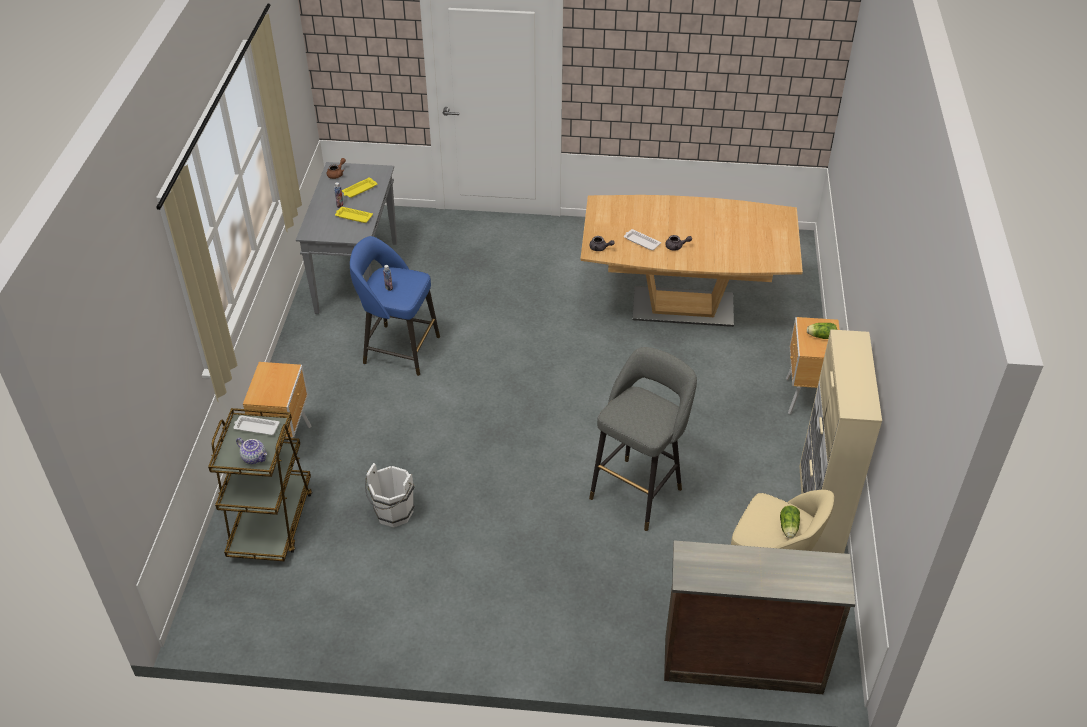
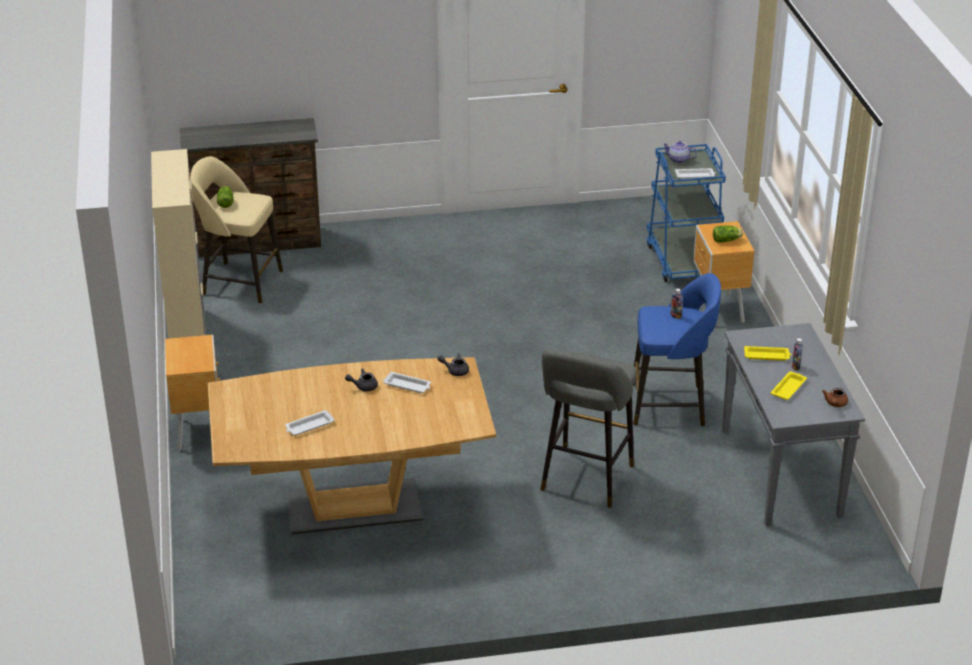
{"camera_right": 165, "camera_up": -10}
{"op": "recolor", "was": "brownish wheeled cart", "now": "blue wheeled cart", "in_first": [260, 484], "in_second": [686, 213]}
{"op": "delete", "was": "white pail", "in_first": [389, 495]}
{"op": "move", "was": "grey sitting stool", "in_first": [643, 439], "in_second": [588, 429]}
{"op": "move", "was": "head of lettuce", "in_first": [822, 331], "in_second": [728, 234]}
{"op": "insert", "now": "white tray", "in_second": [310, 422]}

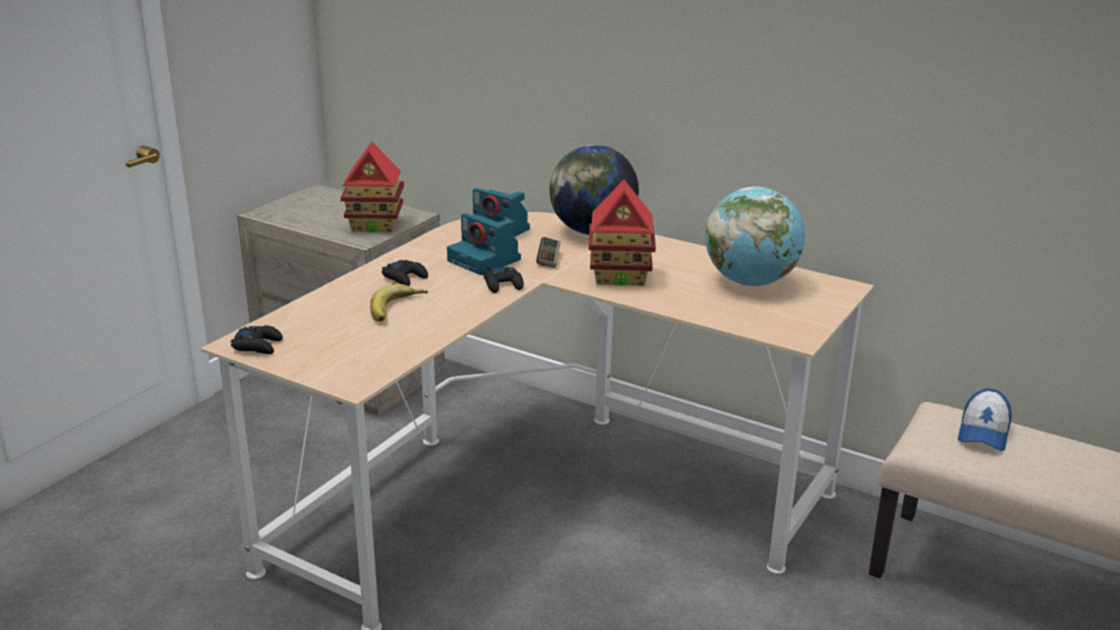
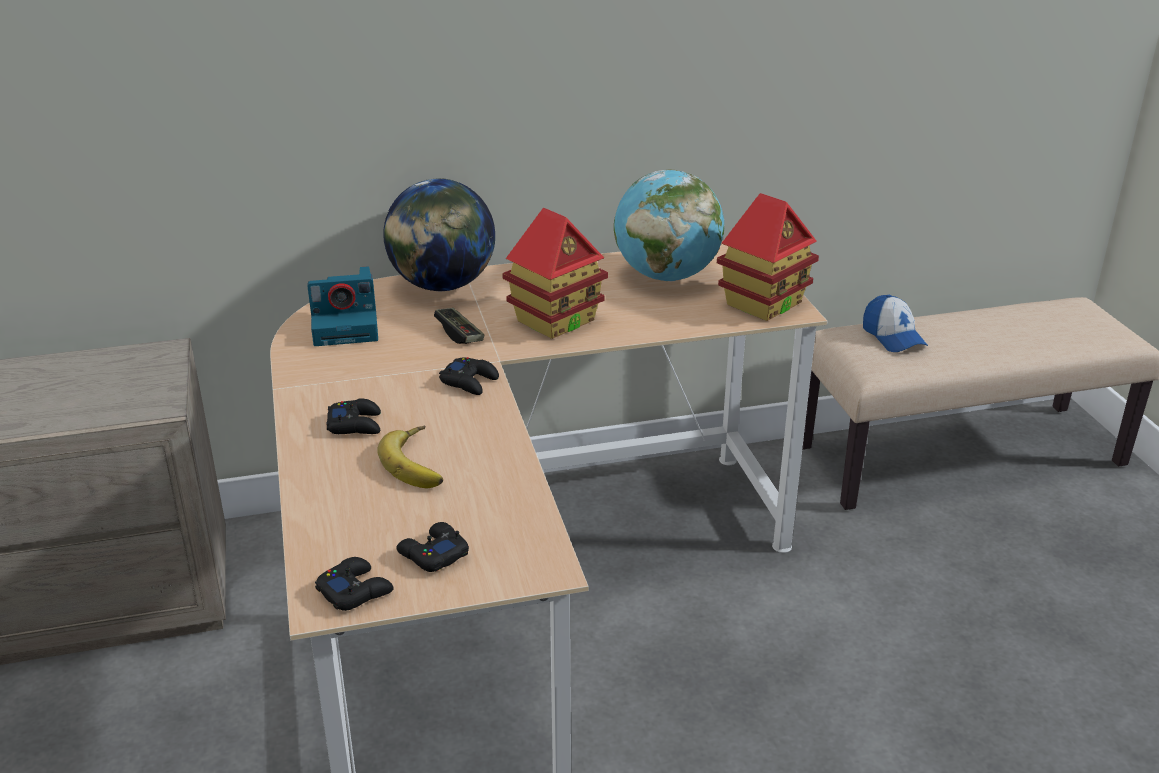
{"camera_right": -45, "camera_up": 5}
{"op": "move", "was": "model house", "in_first": [372, 187], "in_second": [768, 257]}
{"op": "delete", "was": "photo camera", "in_first": [484, 244]}
{"op": "insert", "now": "black game controller", "in_second": [433, 547]}

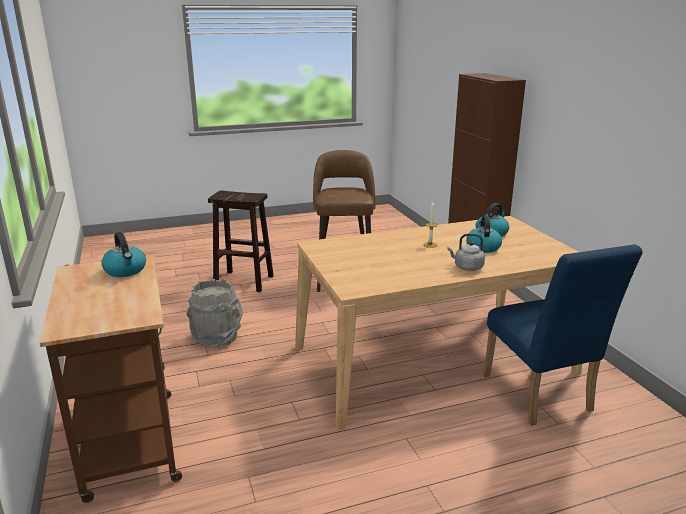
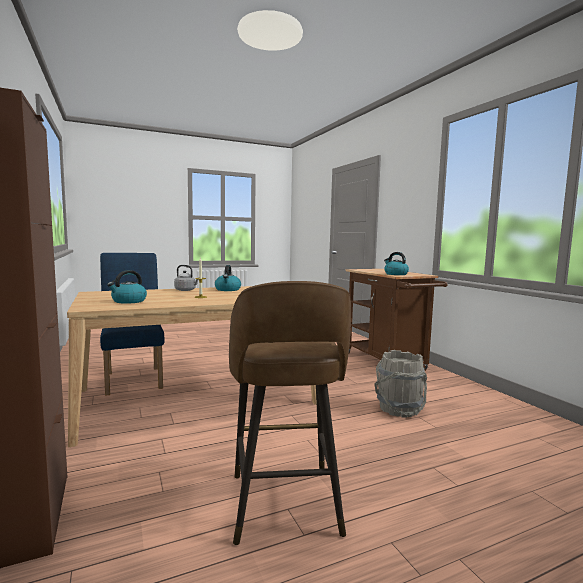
{"camera_right": 175, "camera_up": -15}
{"op": "delete", "was": "brownish sitting stool", "in_first": [241, 241]}
{"op": "move", "was": "kettle", "in_first": [484, 234], "in_second": [228, 278]}

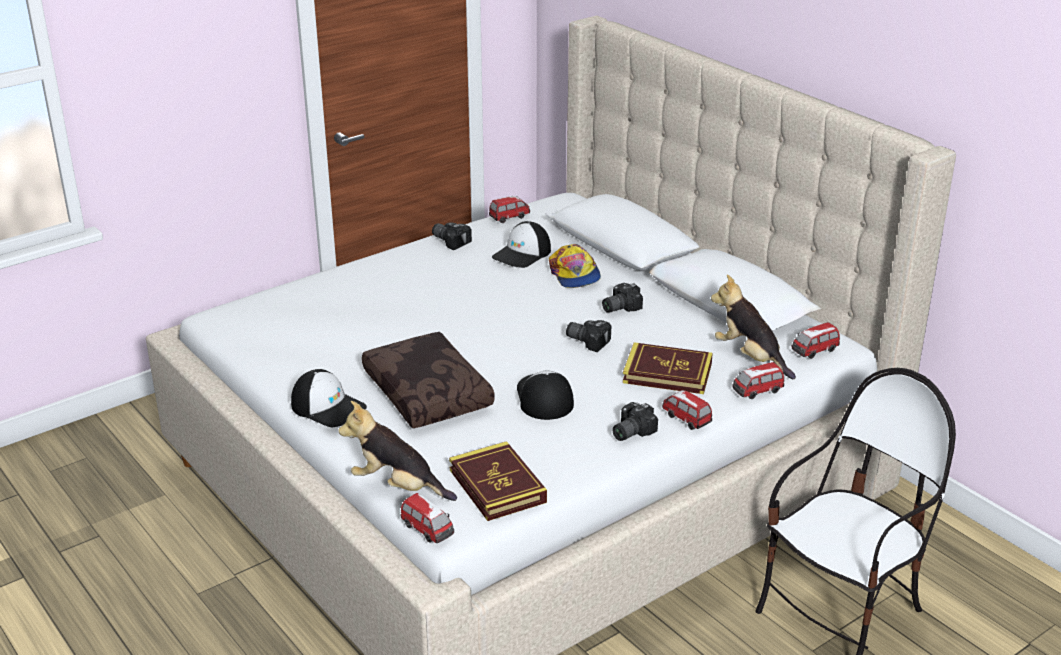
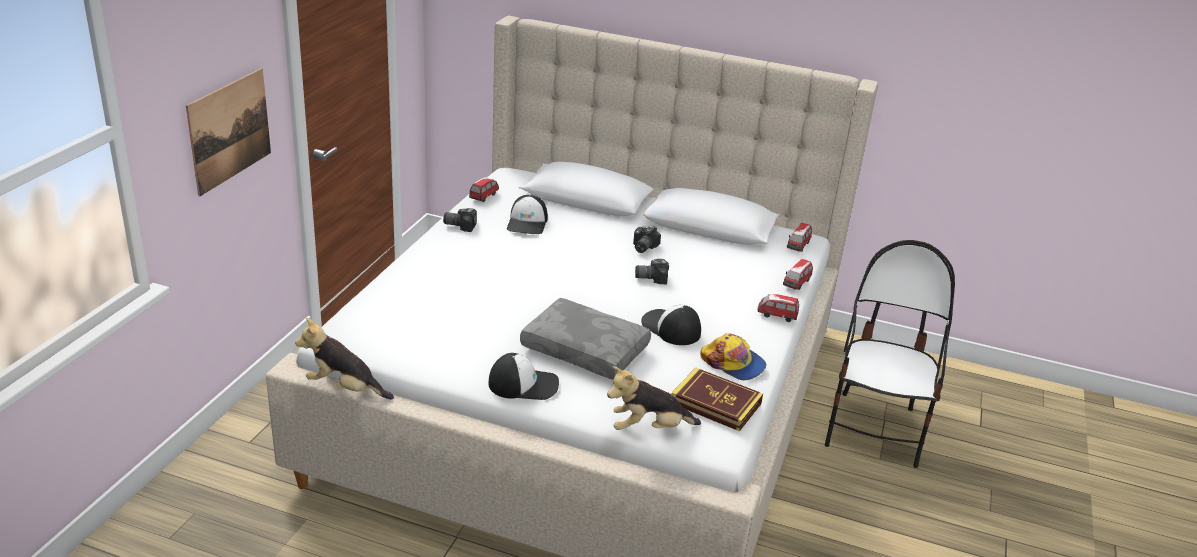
{"camera_right": -35, "camera_up": 0}
{"op": "recolor", "was": "brownish pillow", "now": "grey pillow", "in_first": [428, 380], "in_second": [585, 339]}
{"op": "delete", "was": "miniature car", "in_first": [427, 518]}
{"op": "move", "was": "baseball cap", "in_first": [575, 266], "in_second": [733, 356]}
{"op": "delete", "was": "photo camera", "in_first": [635, 421]}
{"op": "delete", "was": "book", "in_first": [668, 368]}
{"op": "move", "was": "plush toy", "in_first": [753, 326], "in_second": [344, 358]}
{"op": "insert", "now": "wall art", "in_second": [228, 132]}

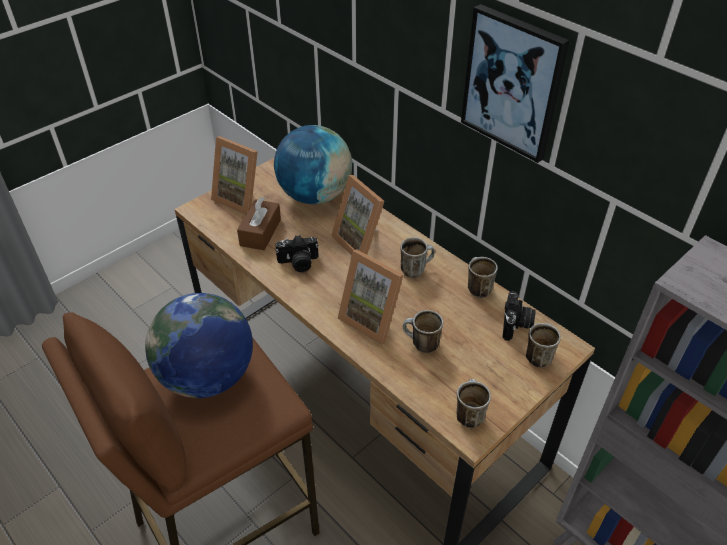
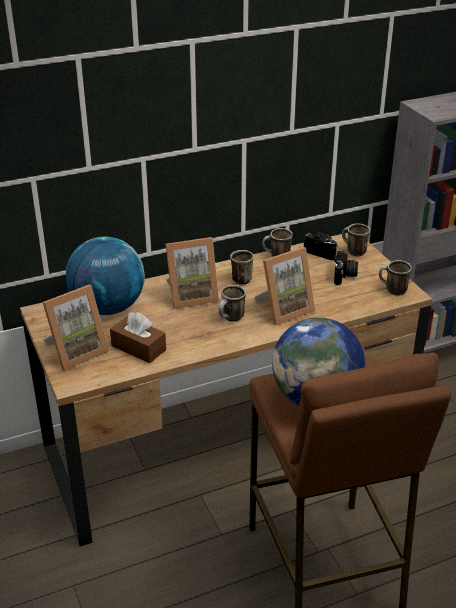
{"camera_right": -70, "camera_up": -10}
{"op": "move", "was": "photo camera", "in_first": [297, 253], "in_second": [345, 267]}
{"op": "move", "was": "mug", "in_first": [423, 331], "in_second": [232, 303]}
{"op": "delete", "was": "wall art", "in_first": [515, 83]}

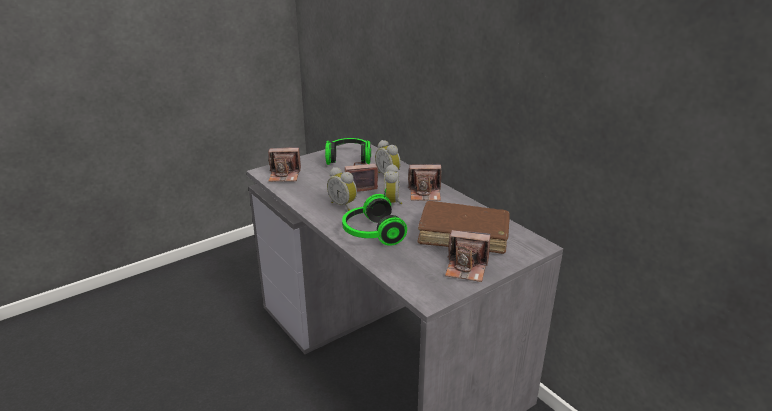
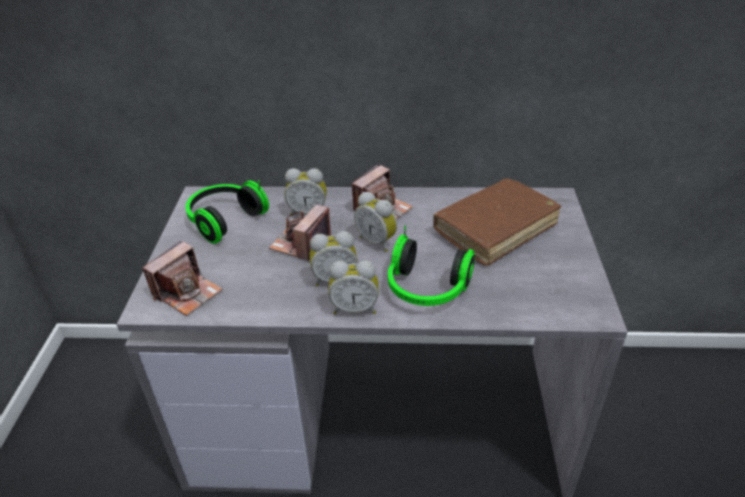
{"camera_right": -50, "camera_up": 10}
{"op": "delete", "was": "photo camera", "in_first": [468, 256]}
{"op": "insert", "now": "alarm clock", "in_second": [353, 287]}

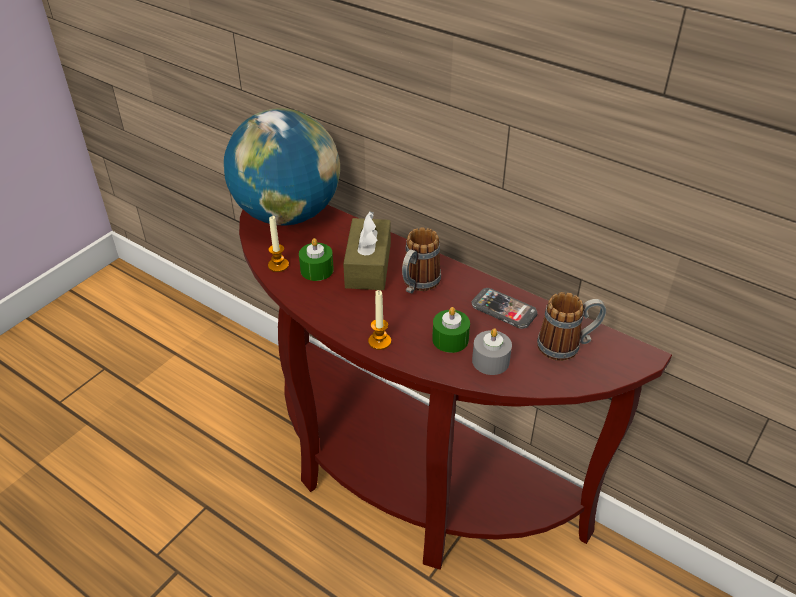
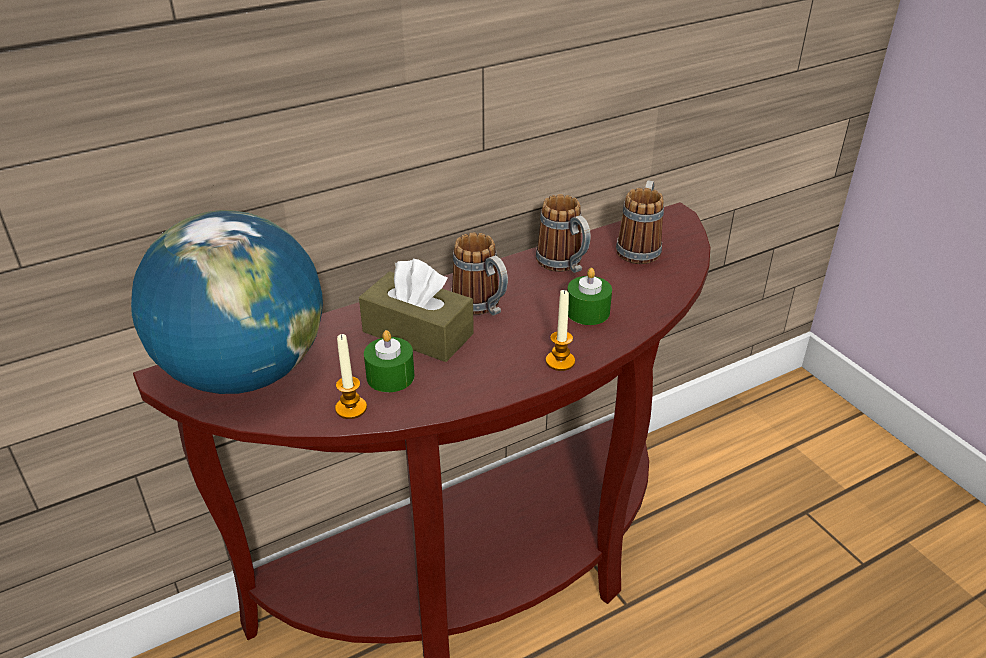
{"camera_right": -65, "camera_up": -5}
{"op": "replace", "was": "telephone", "now": "mug", "in_first": [505, 308], "in_second": [563, 233]}
{"op": "delete", "was": "grey wax light", "in_first": [492, 351]}

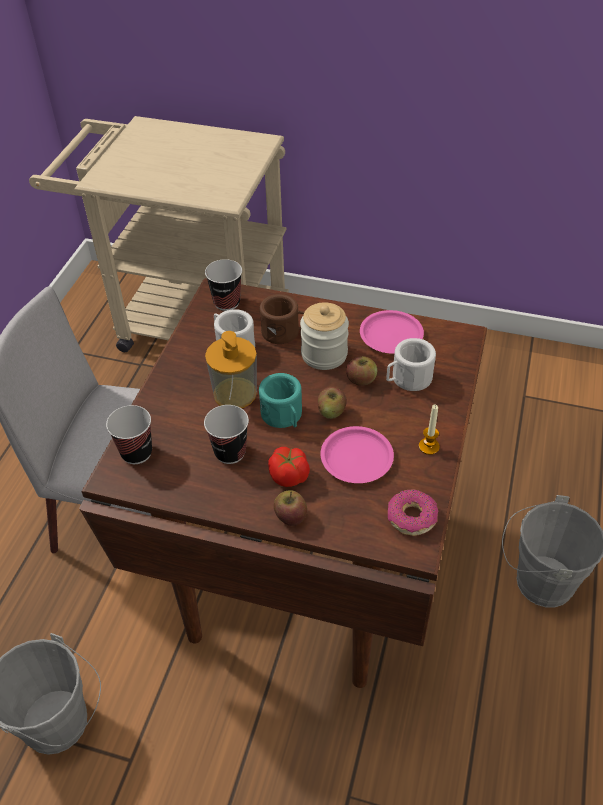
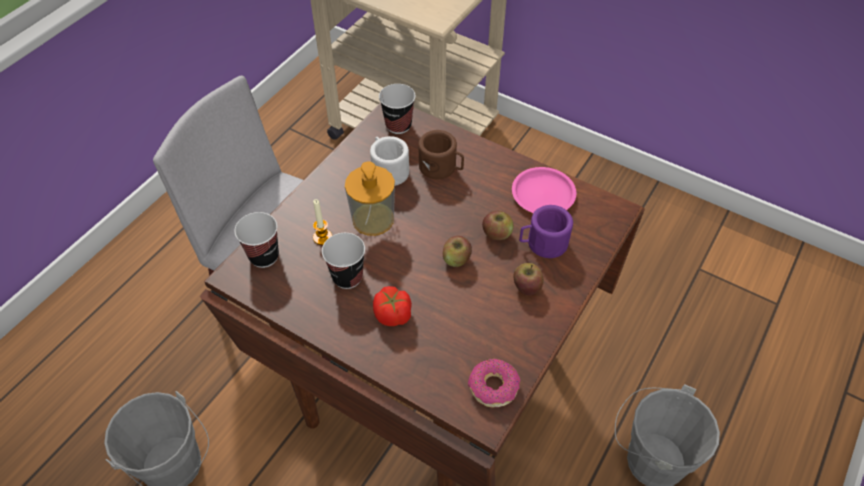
{"camera_right": 15, "camera_up": 5}
{"op": "delete", "was": "turquoise mug", "in_first": [280, 400]}
{"op": "move", "was": "whole apple", "in_first": [290, 508], "in_second": [528, 279]}
{"op": "delete", "was": "storage jar", "in_first": [324, 336]}
{"op": "delete", "was": "pinkish plate", "in_first": [357, 454]}
{"op": "recolor", "was": "white mug", "now": "purplish mug", "in_first": [411, 364], "in_second": [546, 231]}
{"op": "move", "was": "wax light", "in_first": [429, 429], "in_second": [322, 222]}

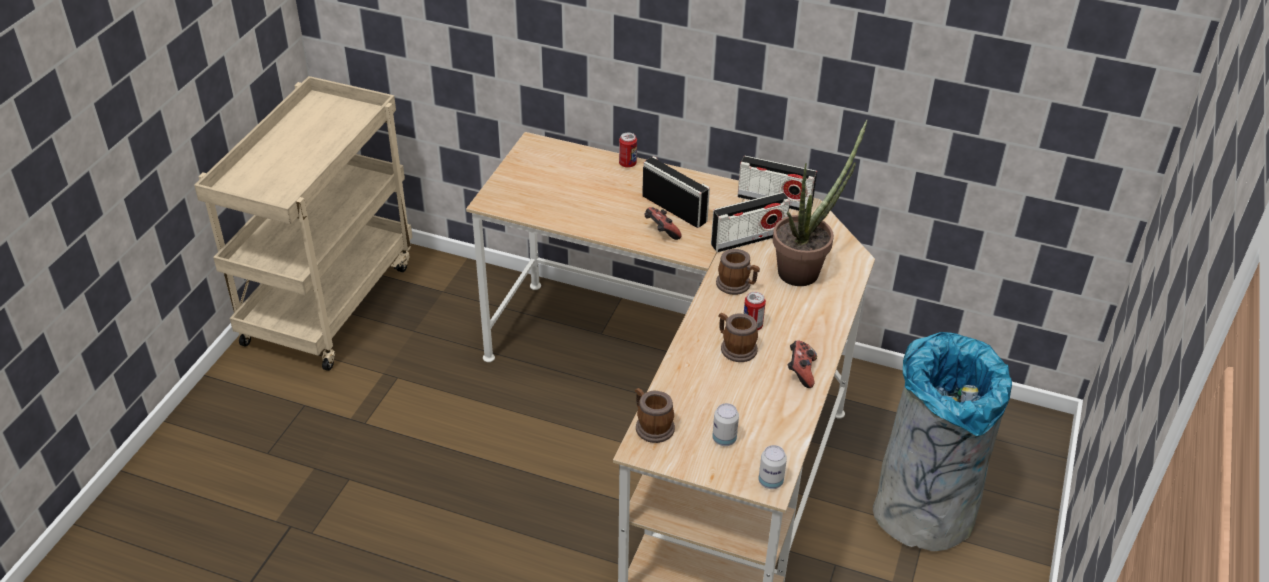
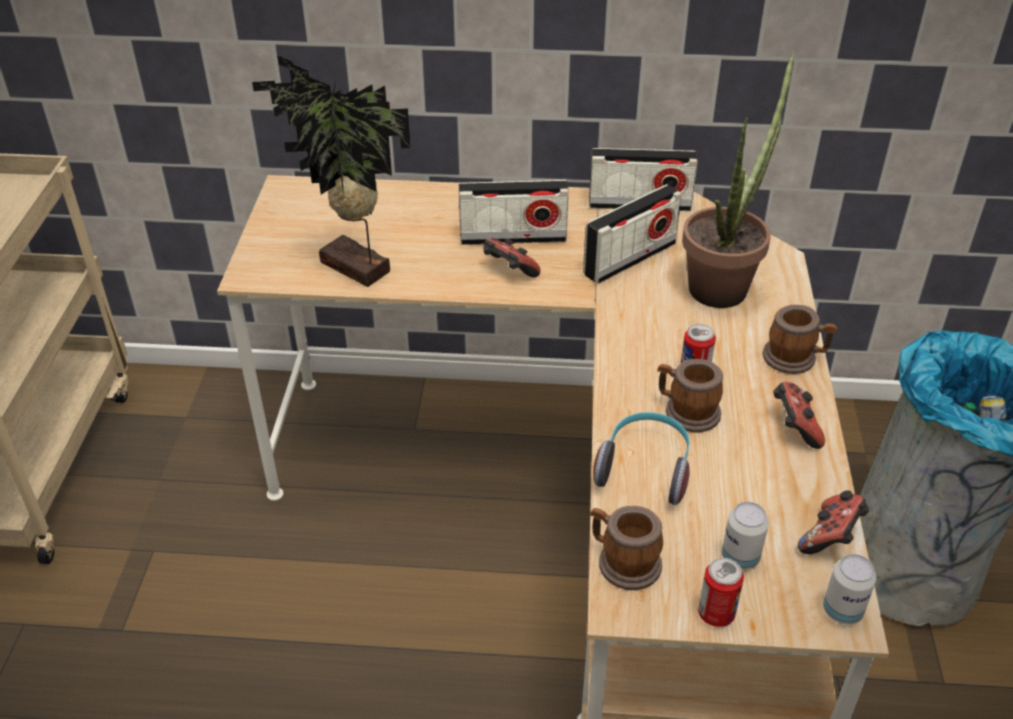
{"camera_right": -15, "camera_up": 0}
{"op": "move", "was": "can", "in_first": [628, 150], "in_second": [721, 592]}
{"op": "rotate", "was": "radio receiver", "in_first": [676, 192], "in_second": [514, 212], "clockwise": 150}
{"op": "move", "was": "mug", "in_first": [738, 272], "in_second": [800, 339]}
{"op": "insert", "now": "houseplant", "in_second": [331, 171]}
{"op": "insert", "now": "headset", "in_second": [641, 458]}
{"op": "insert", "now": "game controller", "in_second": [834, 522]}

